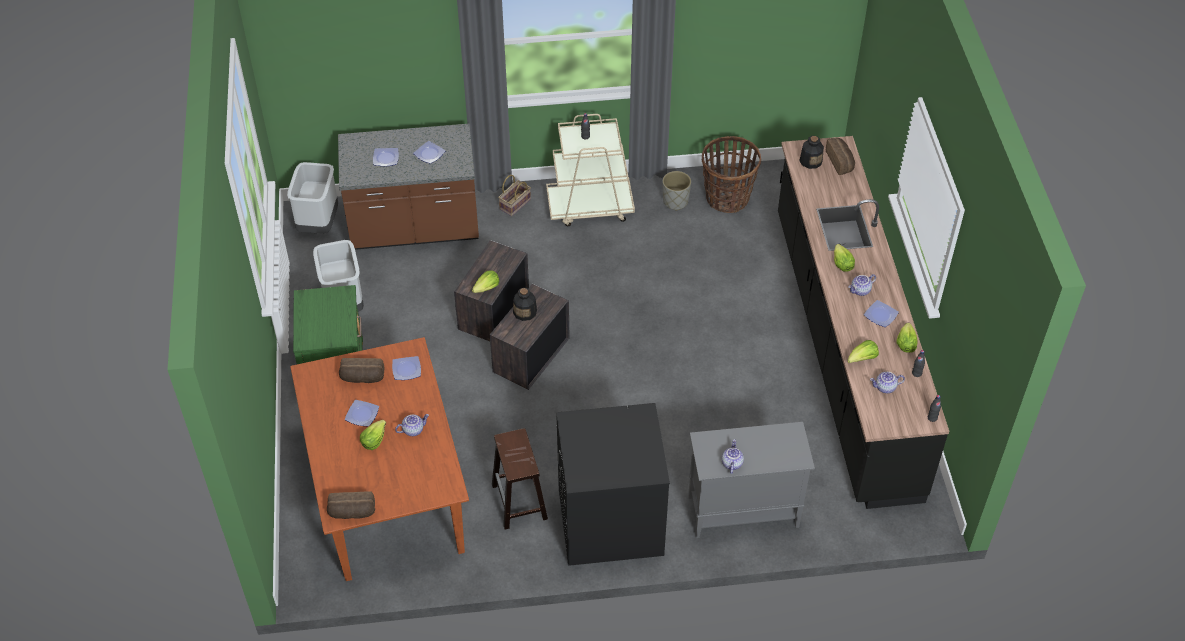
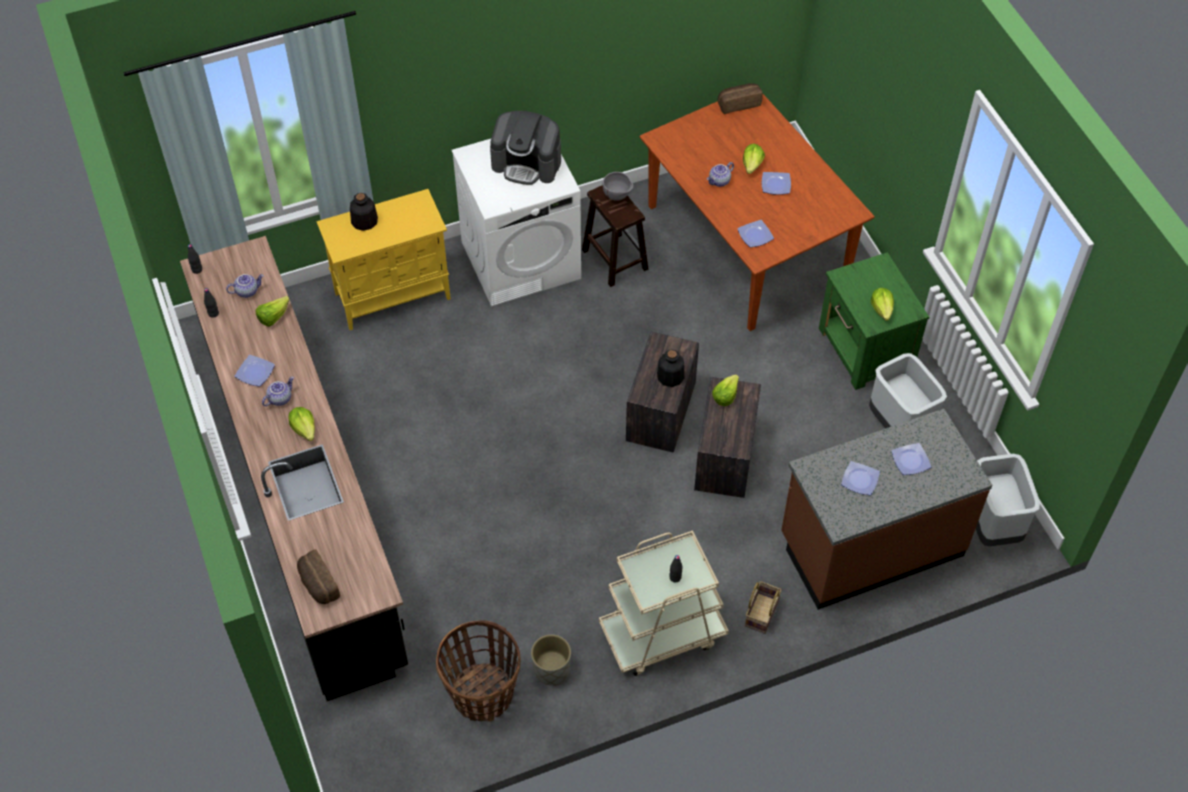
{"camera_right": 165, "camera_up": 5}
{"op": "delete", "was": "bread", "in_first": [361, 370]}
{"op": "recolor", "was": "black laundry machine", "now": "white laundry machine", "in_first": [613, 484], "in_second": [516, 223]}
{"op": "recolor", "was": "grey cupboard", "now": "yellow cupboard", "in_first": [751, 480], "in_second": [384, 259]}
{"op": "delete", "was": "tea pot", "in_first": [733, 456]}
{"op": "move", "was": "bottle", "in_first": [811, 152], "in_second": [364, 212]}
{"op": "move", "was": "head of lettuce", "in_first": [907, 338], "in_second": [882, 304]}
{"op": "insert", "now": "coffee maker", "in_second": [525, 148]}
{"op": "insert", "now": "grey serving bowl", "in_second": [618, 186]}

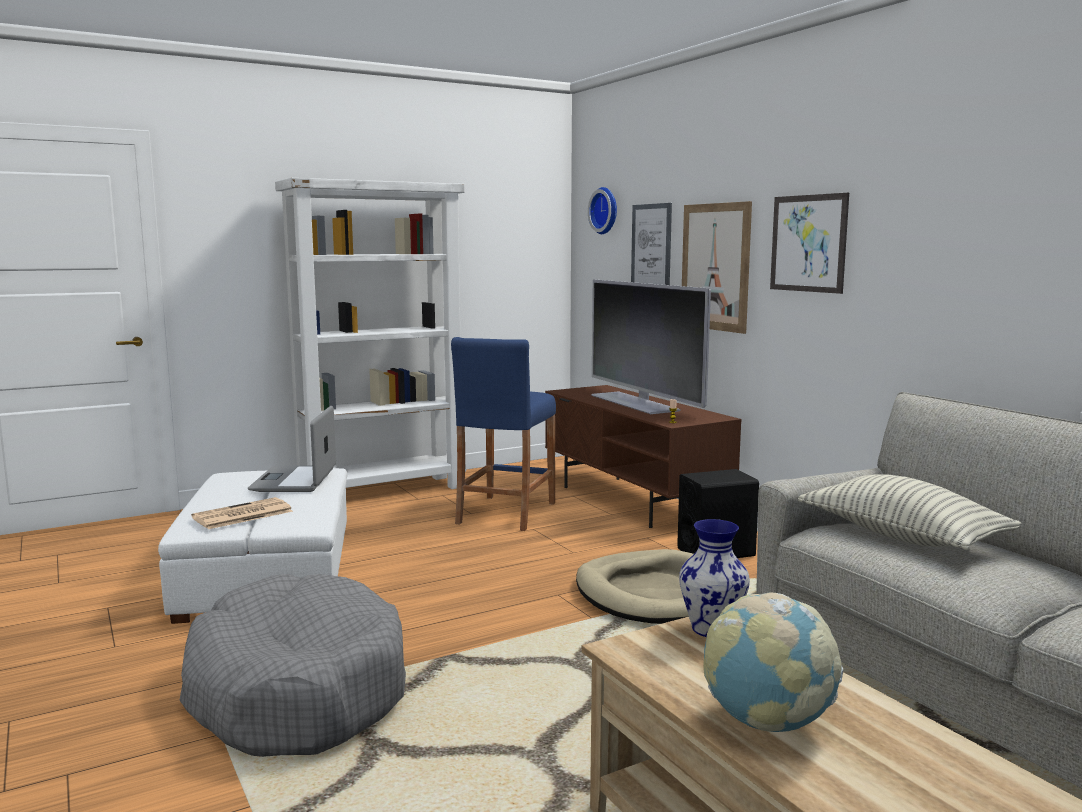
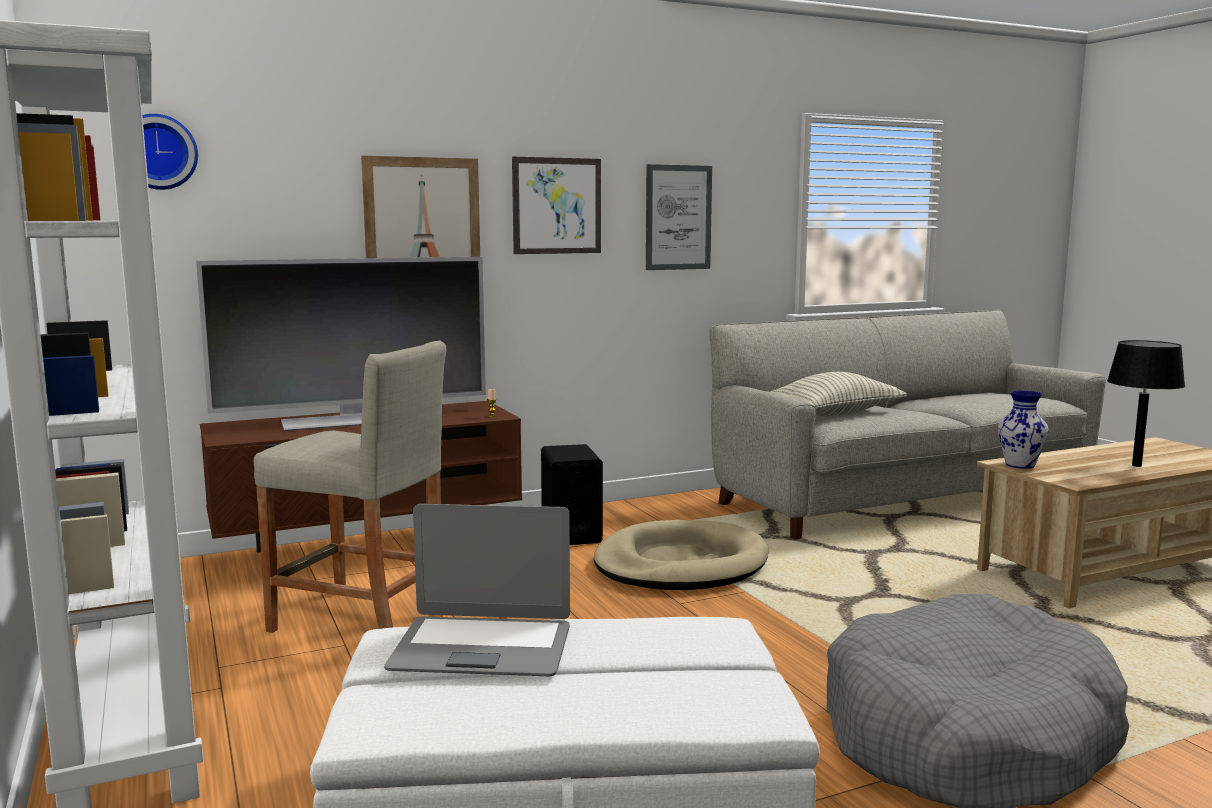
{"camera_right": -85, "camera_up": 0}
{"op": "delete", "was": "newspaper", "in_first": [242, 513]}
{"op": "recolor", "was": "blue sitting stool", "now": "beige sitting stool", "in_first": [503, 434], "in_second": [350, 487]}
{"op": "move", "was": "wall art", "in_first": [651, 244], "in_second": [679, 217]}
{"op": "replace", "was": "globe", "now": "black lamp for a table", "in_first": [773, 662], "in_second": [1146, 403]}

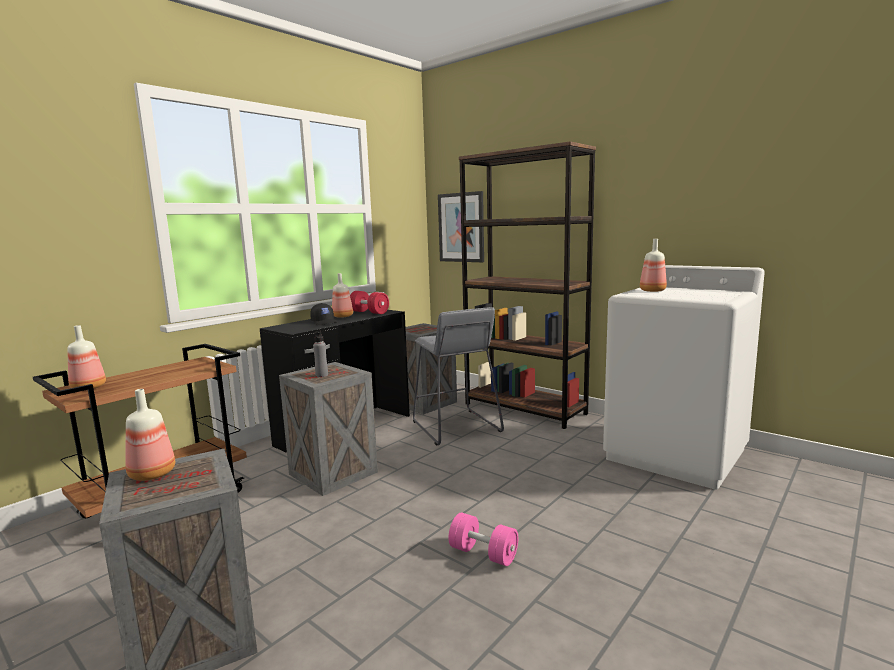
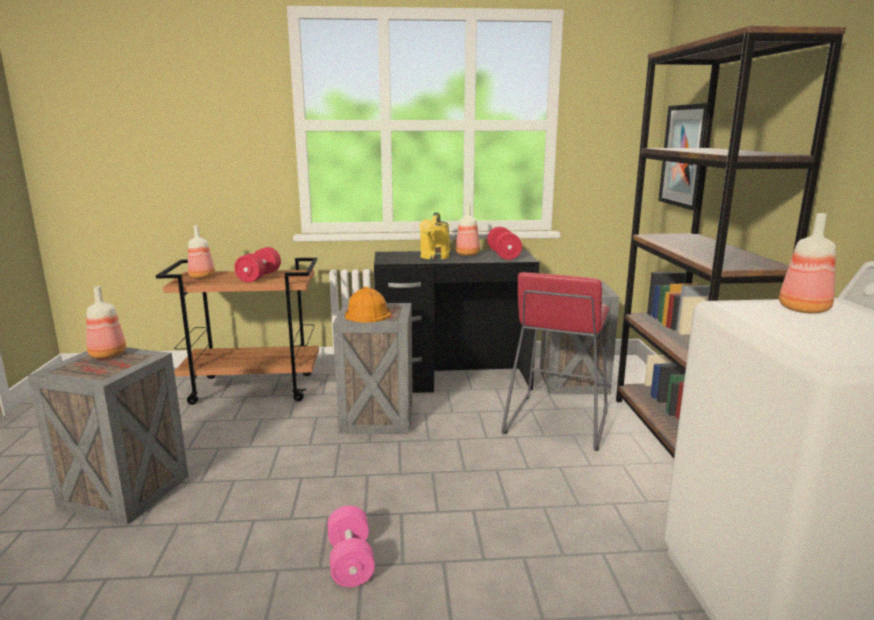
{"camera_right": 45, "camera_up": 5}
{"op": "replace", "was": "black baseball cap", "now": "yellow watering pot", "in_first": [324, 314], "in_second": [434, 236]}
{"op": "replace", "was": "grey bottle", "now": "orangey hard hat", "in_first": [320, 353], "in_second": [368, 305]}
{"op": "recolor", "was": "grey sitting stool", "now": "red-coloured sitting stool", "in_first": [458, 376], "in_second": [555, 361]}
{"op": "insert", "now": "red-coloured dumbbell", "in_second": [257, 264]}

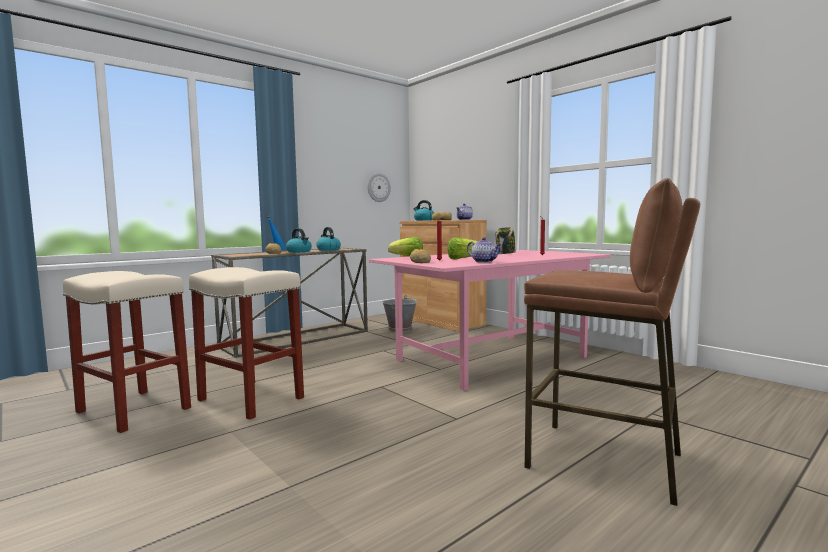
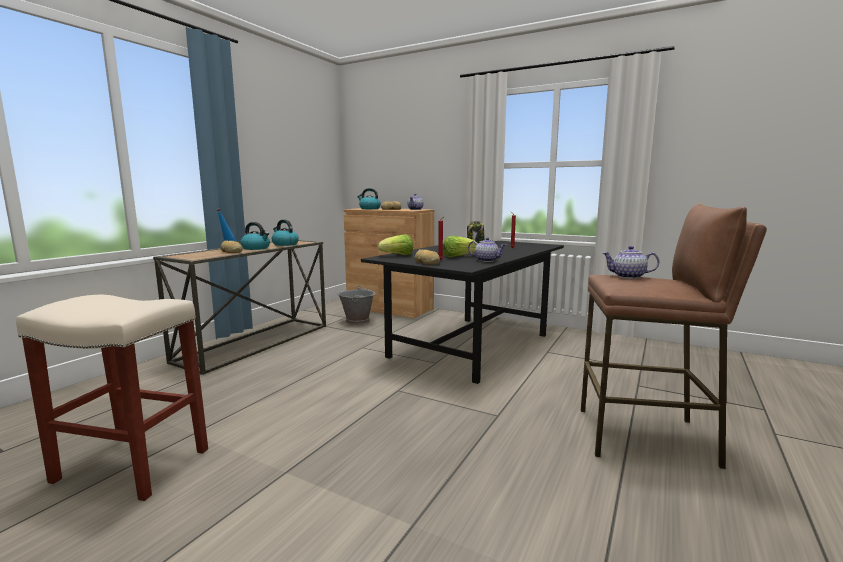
{"camera_right": -20, "camera_up": 5}
{"op": "delete", "was": "beige sitting stool", "in_first": [246, 343]}
{"op": "delete", "was": "hanging clock", "in_first": [379, 187]}
{"op": "recolor", "was": "pinkish kitchen table", "now": "black kitchen table", "in_first": [489, 320], "in_second": [462, 312]}
{"op": "insert", "now": "tea pot", "in_second": [630, 262]}

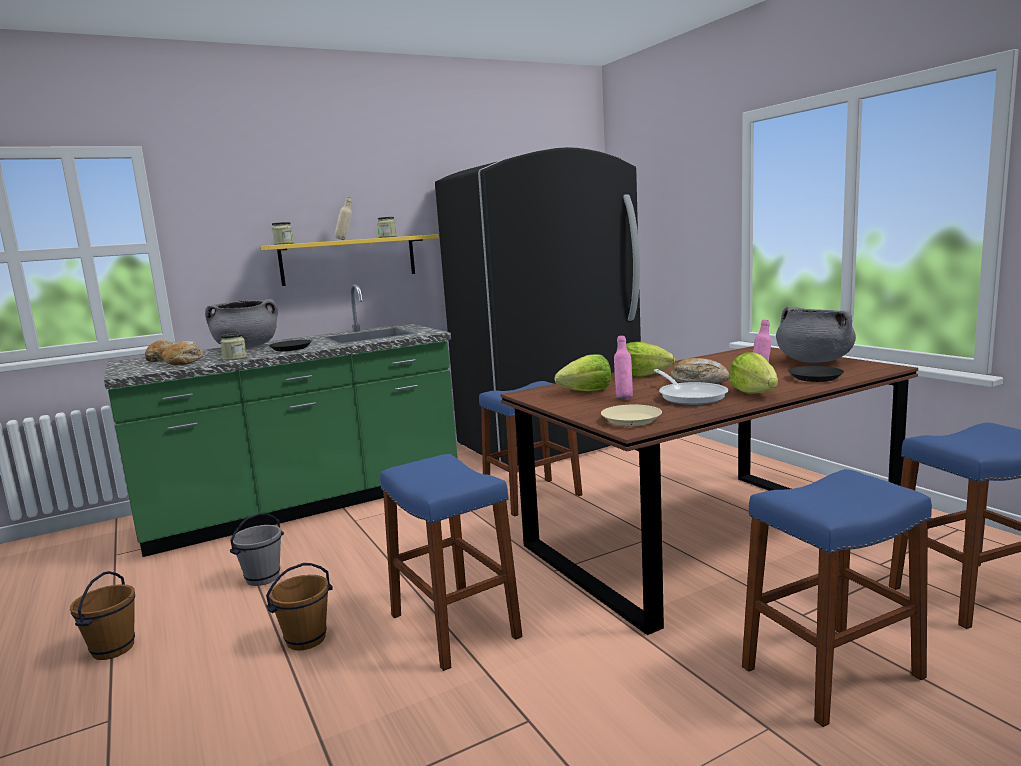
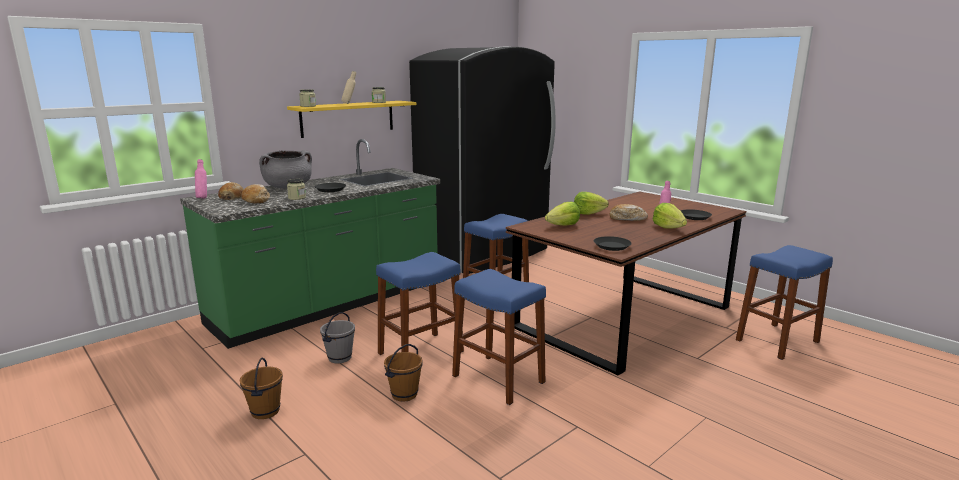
{"camera_right": -15, "camera_up": 5}
{"op": "recolor", "was": "beige plate", "now": "black plate", "in_first": [631, 415], "in_second": [613, 243]}
{"op": "move", "was": "pinkish bottle", "in_first": [623, 367], "in_second": [201, 179]}
{"op": "delete", "was": "skillet", "in_first": [691, 387]}
{"op": "move", "was": "blue sitting stool", "in_first": [837, 598], "in_second": [420, 303]}
{"op": "delete", "was": "grey stockpot", "in_first": [816, 335]}

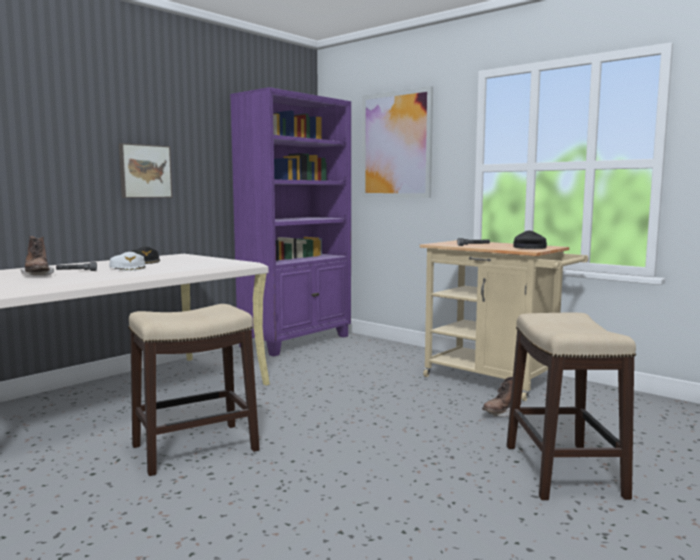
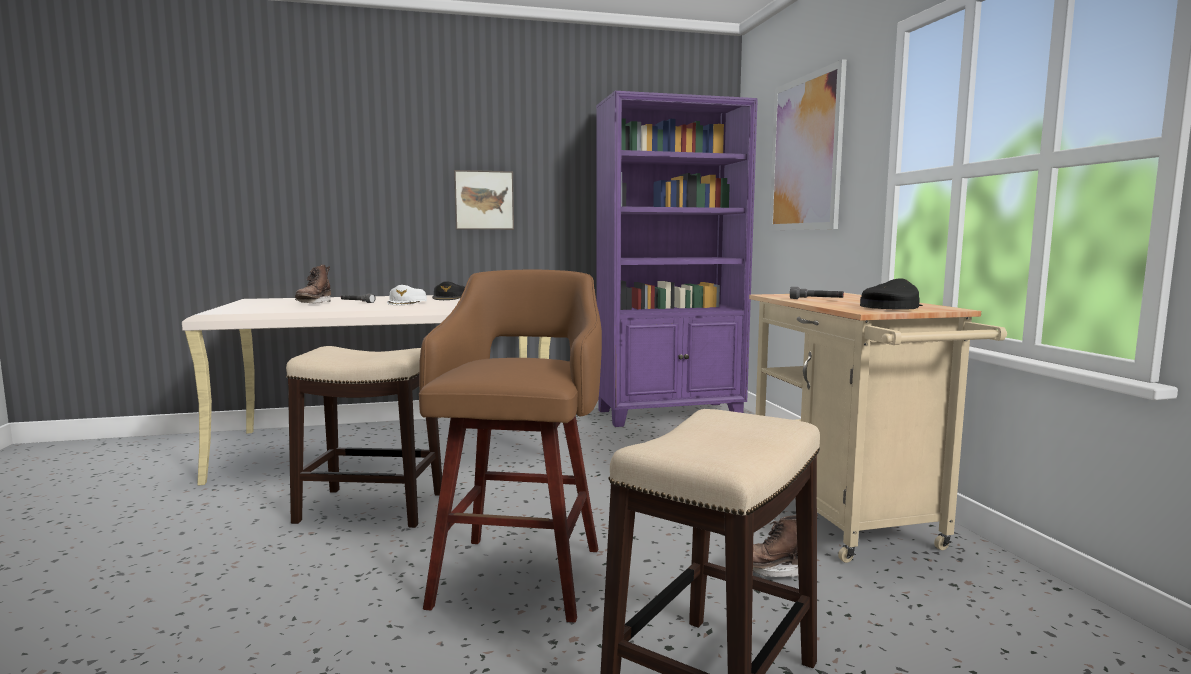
{"camera_right": 35, "camera_up": 0}
{"op": "insert", "now": "brownish sitting stool", "in_second": [510, 446]}

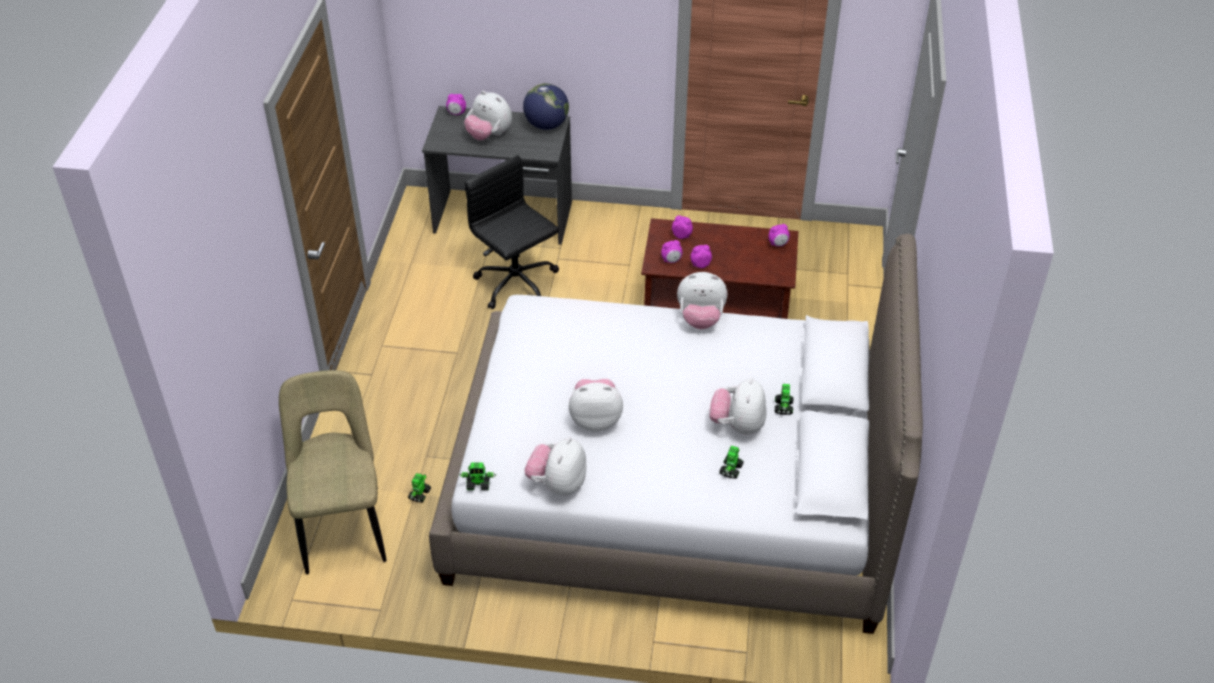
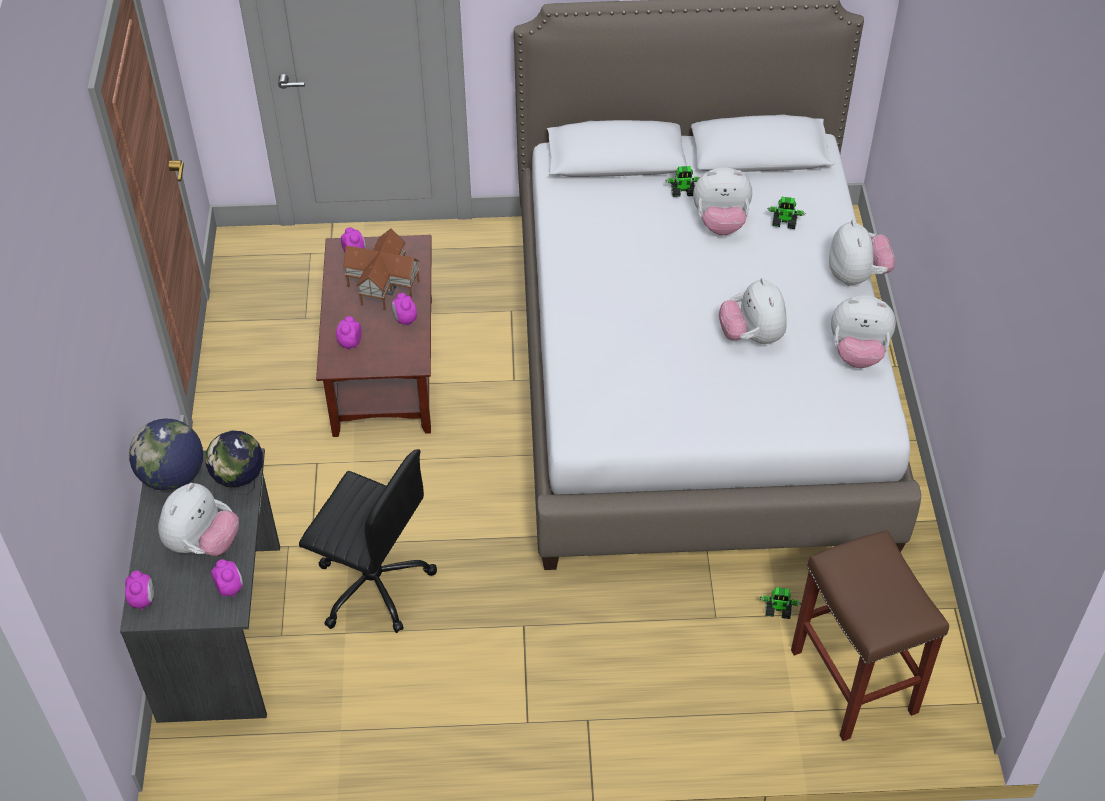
{"camera_right": -100, "camera_up": 5}
{"op": "replace", "was": "beige plain chair", "now": "brownish sitting stool", "in_first": [333, 472], "in_second": [870, 635]}
{"op": "delete", "was": "robot figure", "in_first": [477, 476]}
{"op": "rotate", "was": "black computer chair", "in_first": [511, 232], "in_second": [368, 541], "clockwise": -105}
{"op": "move", "was": "alarm clock", "in_first": [672, 251], "in_second": [227, 578]}
{"op": "move", "was": "plush toy", "in_first": [702, 300], "in_second": [862, 253]}
{"op": "insert", "now": "globe", "in_second": [234, 463]}
{"op": "insert", "now": "model house", "in_second": [381, 269]}

